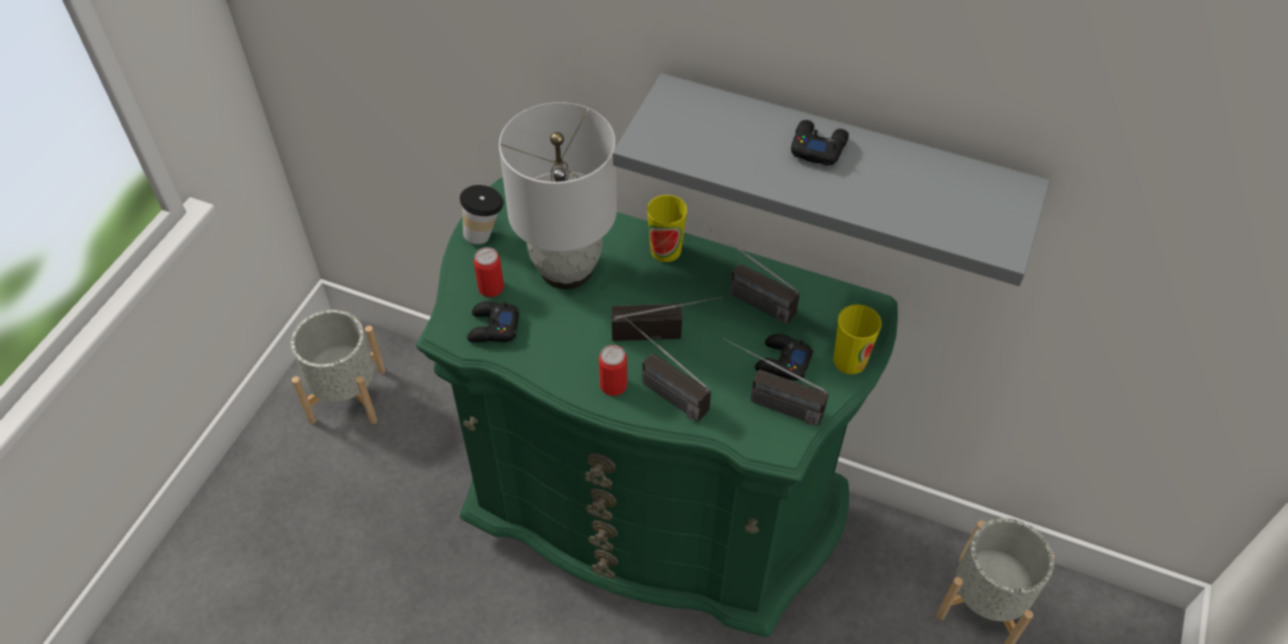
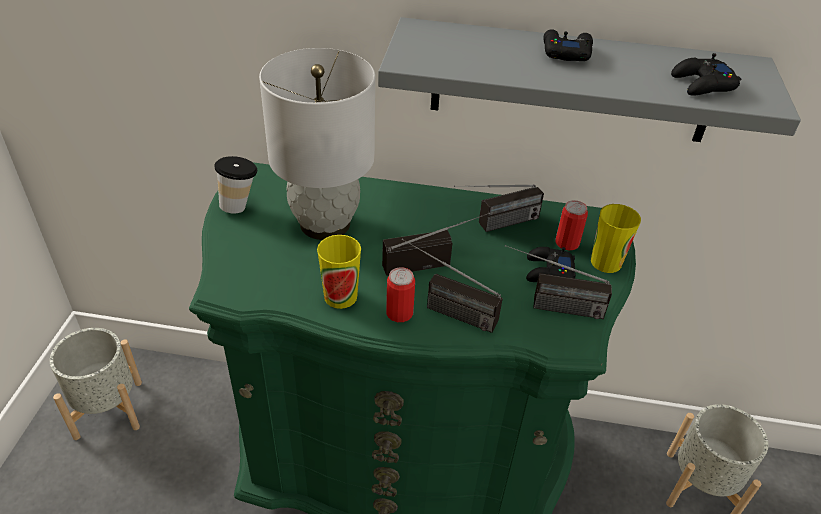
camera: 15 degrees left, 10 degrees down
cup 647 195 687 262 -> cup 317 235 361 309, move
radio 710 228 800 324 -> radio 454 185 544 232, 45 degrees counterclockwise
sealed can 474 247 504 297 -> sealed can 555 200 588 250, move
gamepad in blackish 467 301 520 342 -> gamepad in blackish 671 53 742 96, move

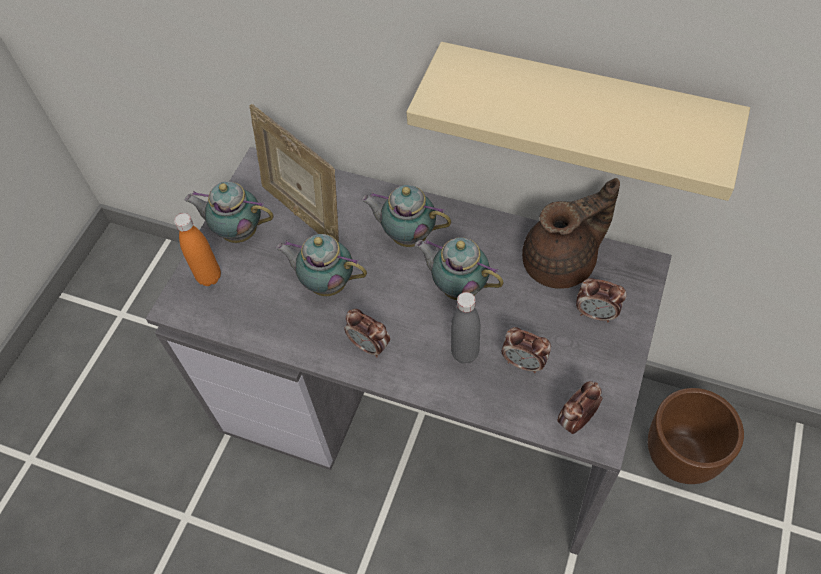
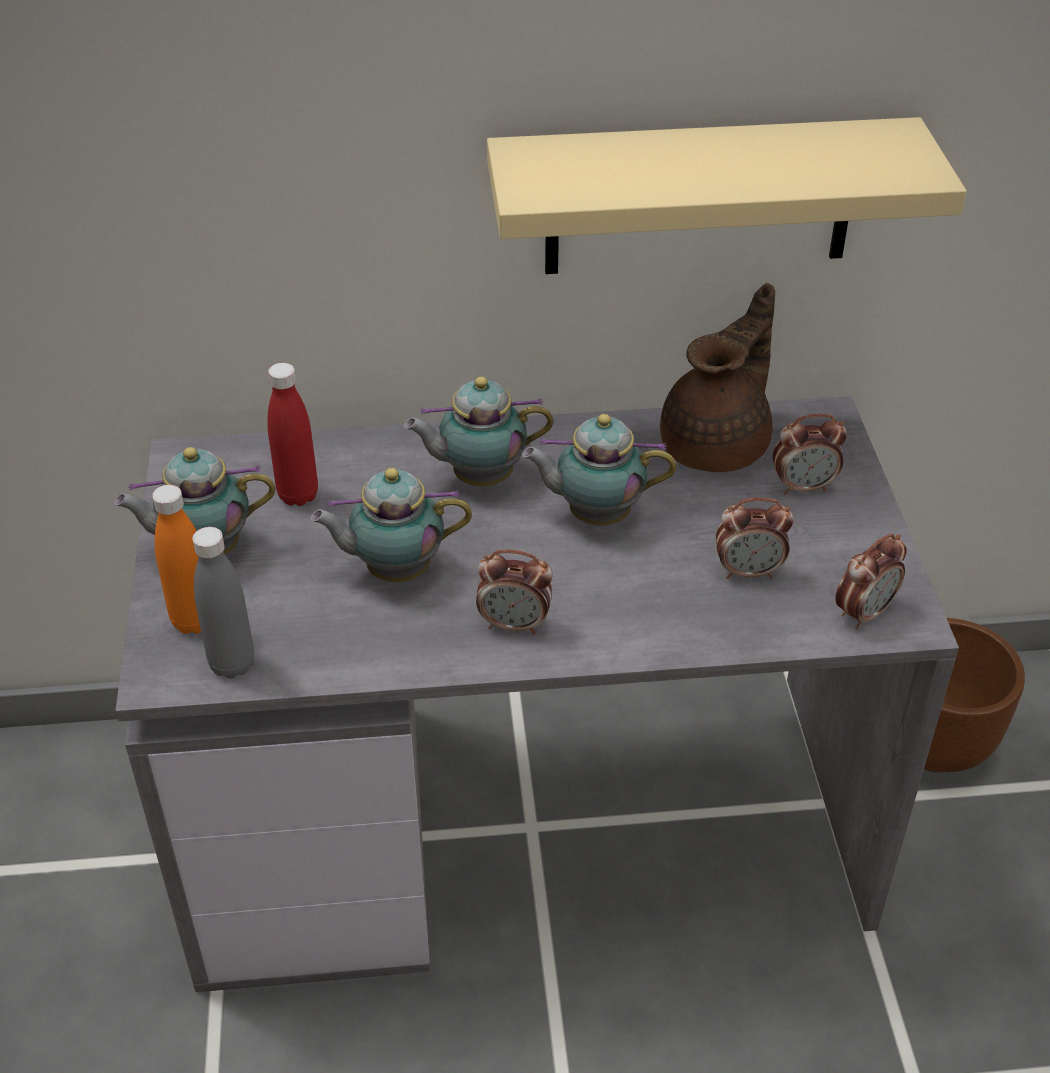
camera: 30 degrees left, 15 degrees down
photo frame 249 104 339 242 -> beverage bottle in reddish 267 363 318 506
beverage bottle in grey 451 292 480 363 -> beverage bottle in grey 192 527 254 678, move
alarm clock 557 381 602 434 -> alarm clock 835 533 907 630, 150 degrees counterclockwise

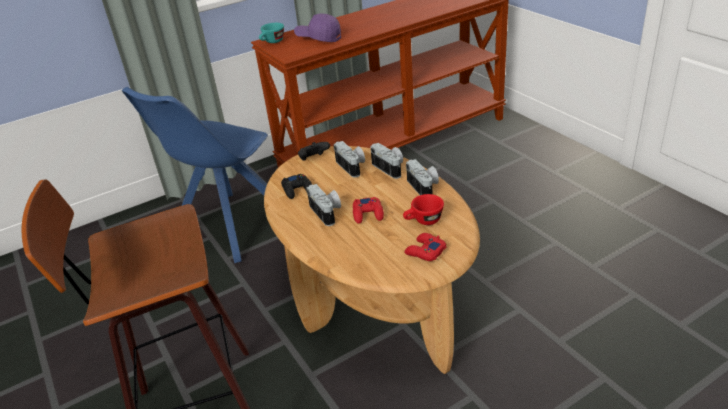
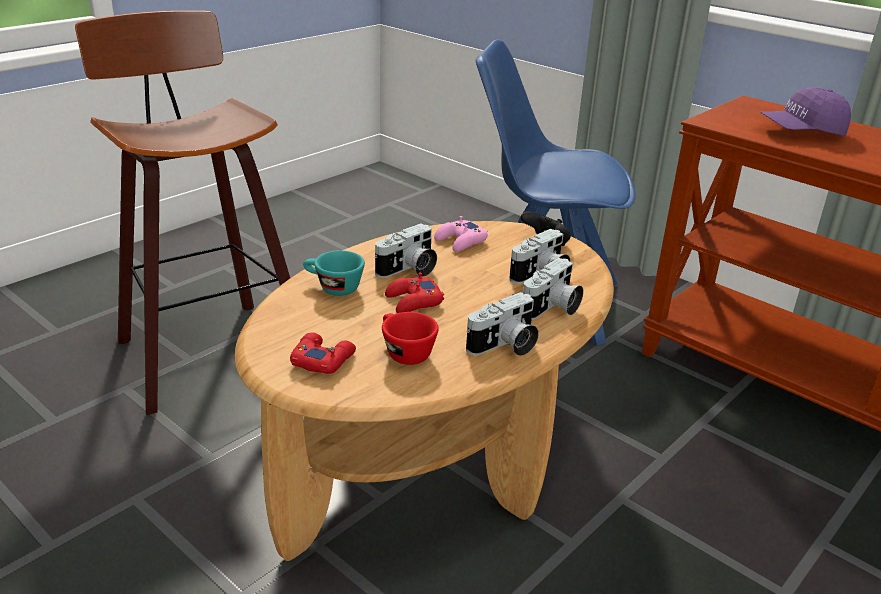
camera: 70 degrees right, 5 degrees down
peaked cap in purple 294 14 341 42 -> peaked cap in purple 760 87 851 136, 105 degrees counterclockwise
cup in blue-green 259 23 284 43 -> cup in blue-green 303 250 365 296, move
gamepad in blackish 281 174 312 199 -> gamepad in pinkish 434 216 488 252

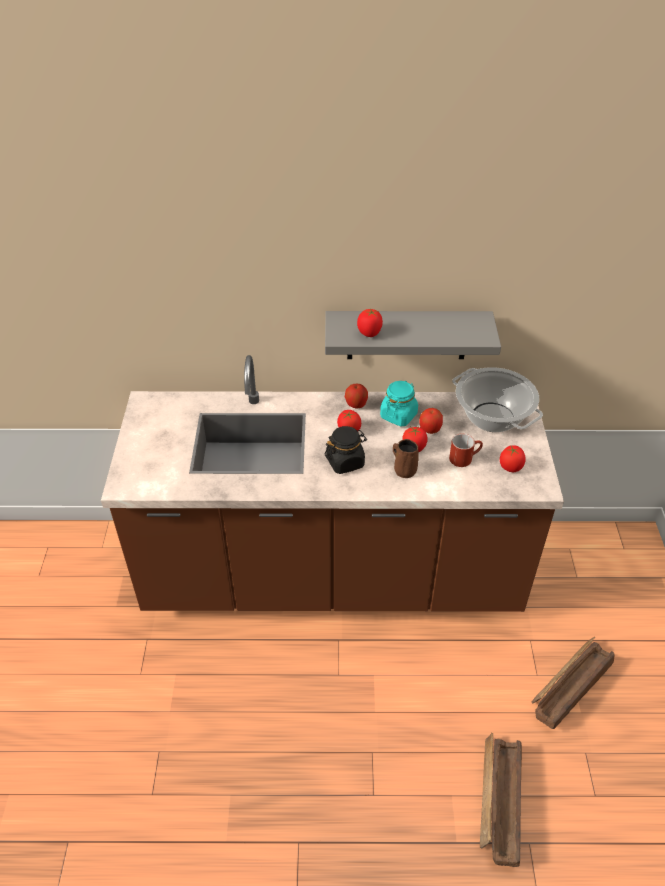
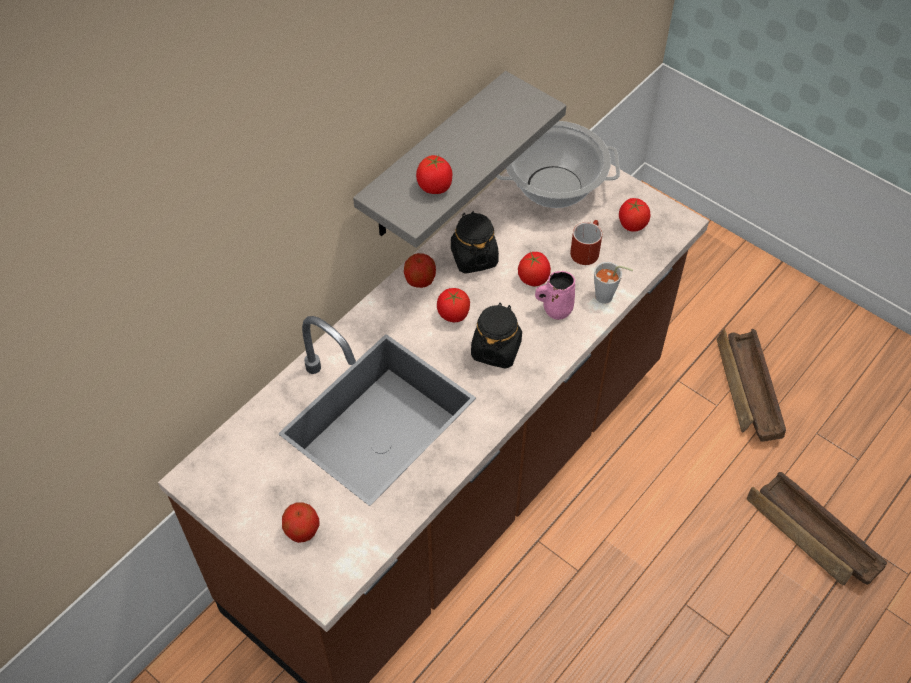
camera: 50 degrees left, 10 degrees up
jar in blue-green 380 381 418 427 -> jar in blackish 451 211 499 274
whole apple 419 408 443 434 -> whole apple 282 502 319 543, move
mug in brown-coloured 393 439 419 478 -> mug in pinkish 535 271 575 320
none -> cup in grey 594 262 633 304

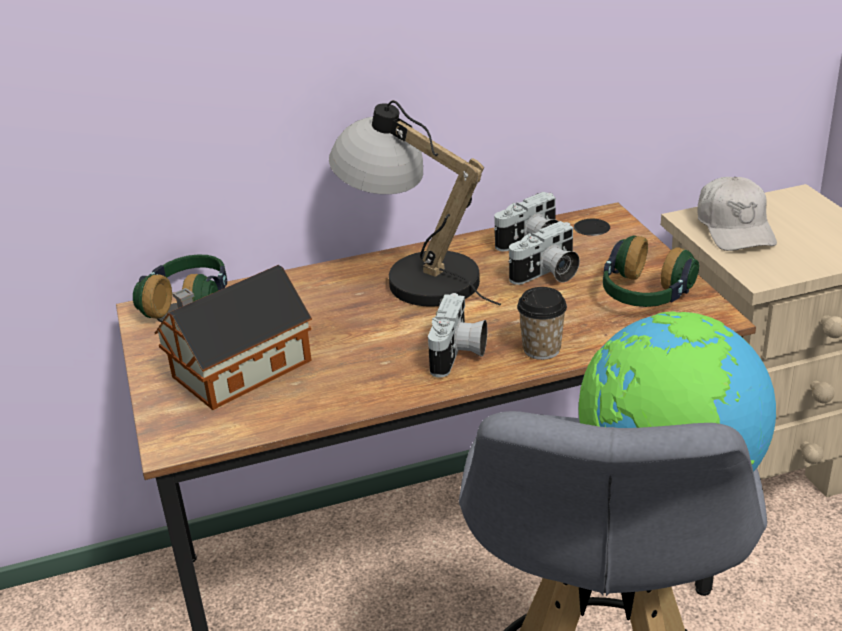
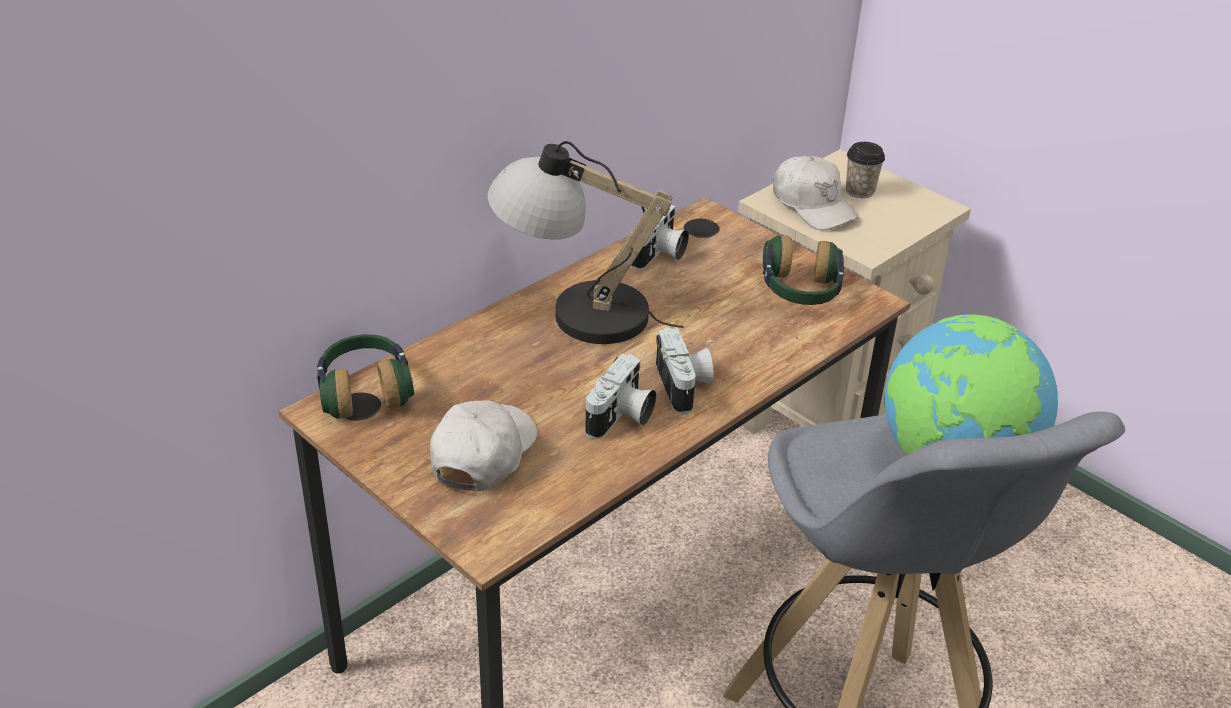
camera: 30 degrees left, 5 degrees up
photo camera 509 221 580 285 -> photo camera 585 354 657 439, move
miniature house 155 265 312 410 -> peaked cap in white 430 401 537 492
cup 517 287 567 360 -> cup 846 142 885 198, move

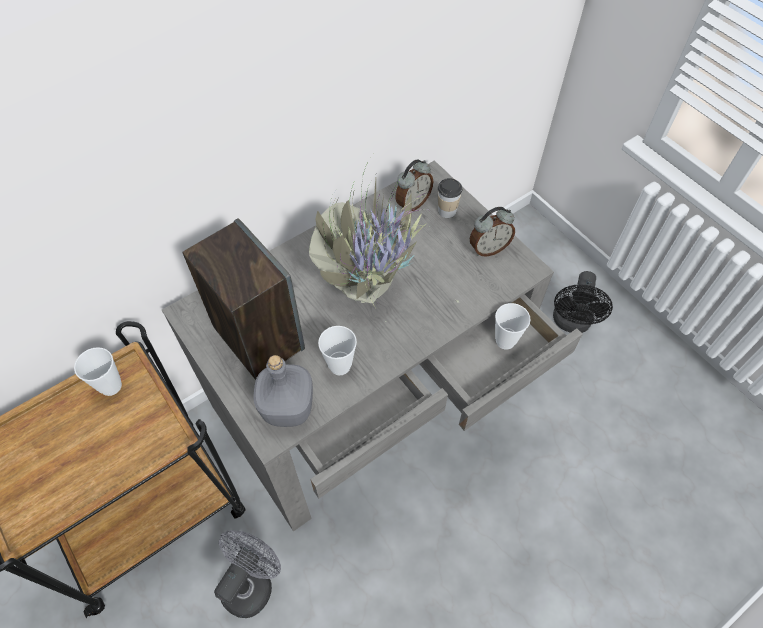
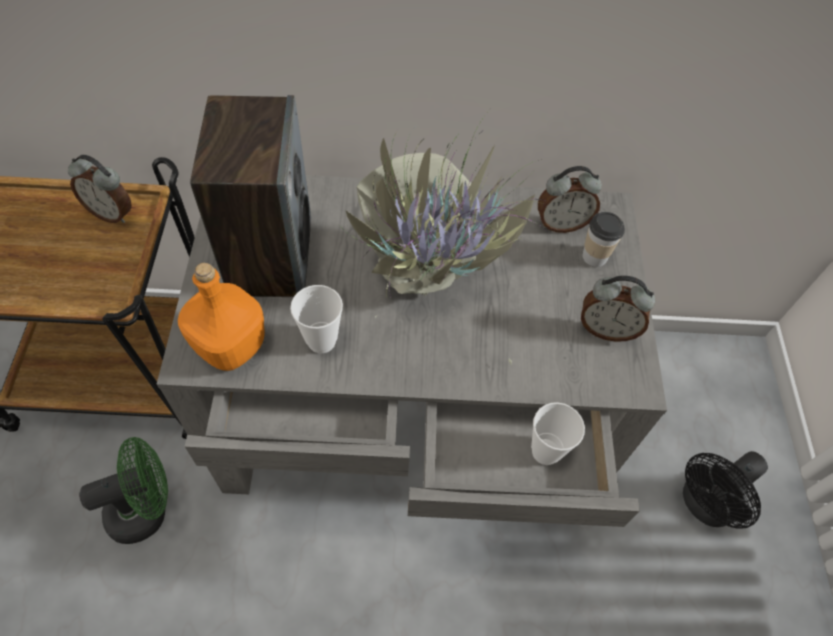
camera: 35 degrees right, 0 degrees up
cup 74 347 122 396 -> alarm clock 68 155 132 223
beverage bottle in grey 254 355 313 427 -> beverage bottle in orange 178 263 265 371
cooling fan in grey 214 530 281 618 -> cooling fan in greenish 79 437 168 544

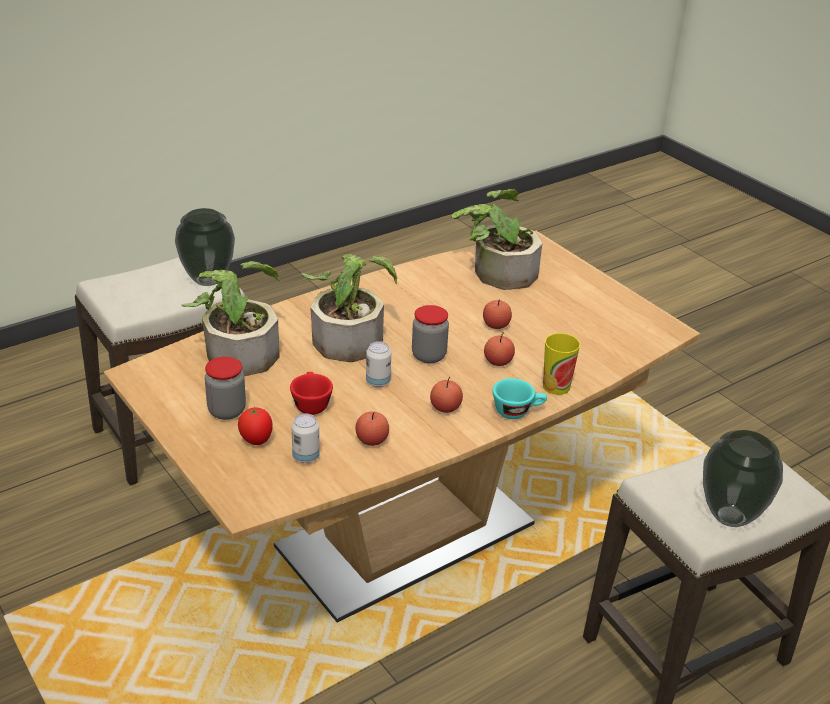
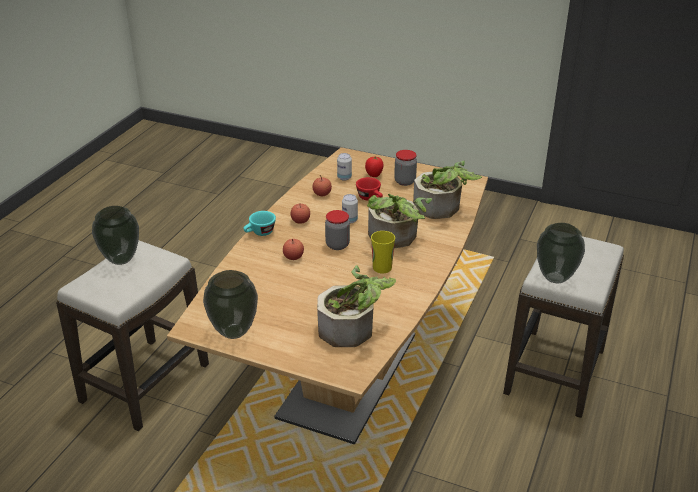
camera: 150 degrees right, 0 degrees up
whole apple 483 299 512 329 -> none
cup 543 333 580 395 -> cup 371 231 395 273, move
none -> flower vase 203 270 258 339

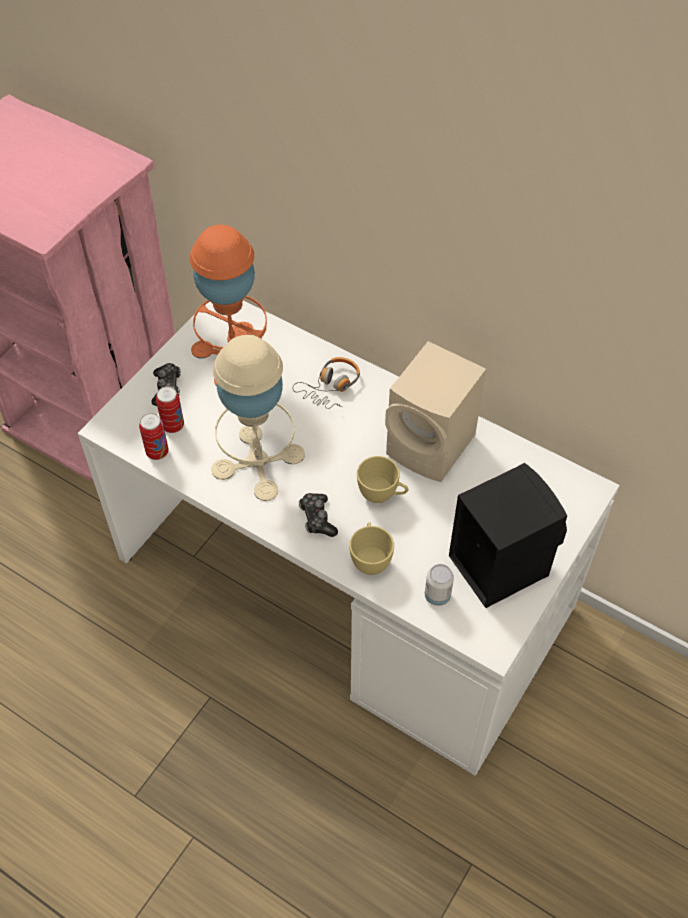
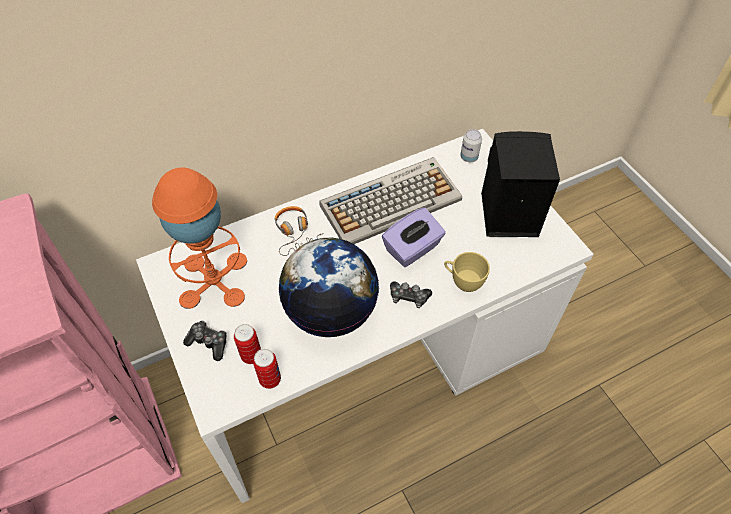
camera: 60 degrees left, 0 degrees up
tabletop lamp in beige-coloured 211 335 305 501 -> world globe 279 238 379 337
loudspeaker in beige-coloured 385 341 486 482 -> keyboard 319 157 462 244
cup in yellow 357 456 408 503 -> tissue box in purple 382 207 446 267
sealed can 425 564 454 606 -> sealed can 460 129 482 162, move

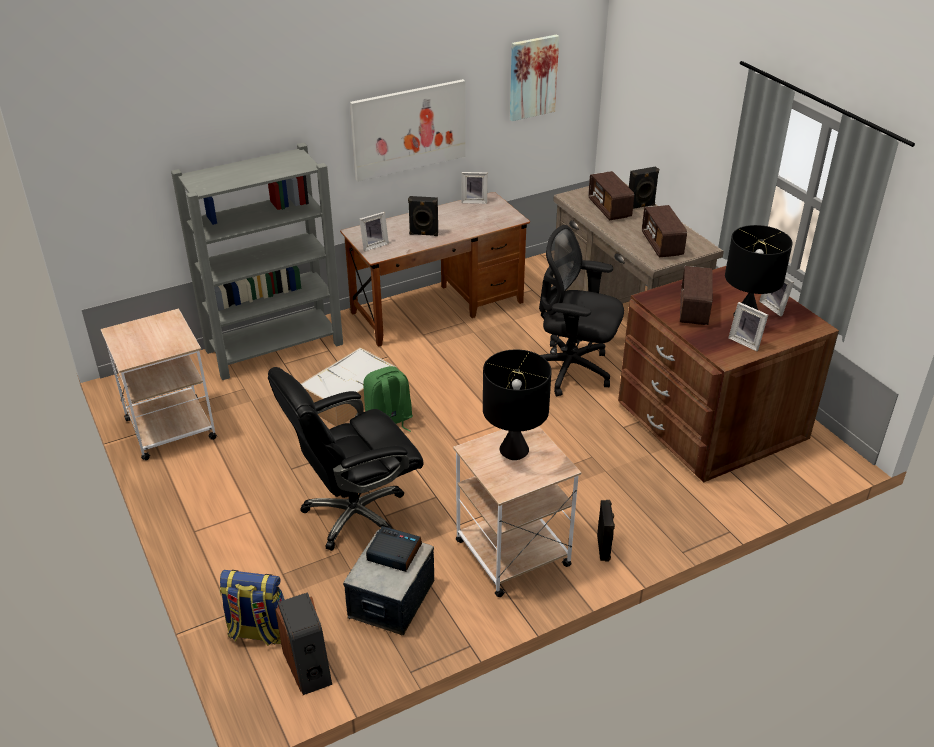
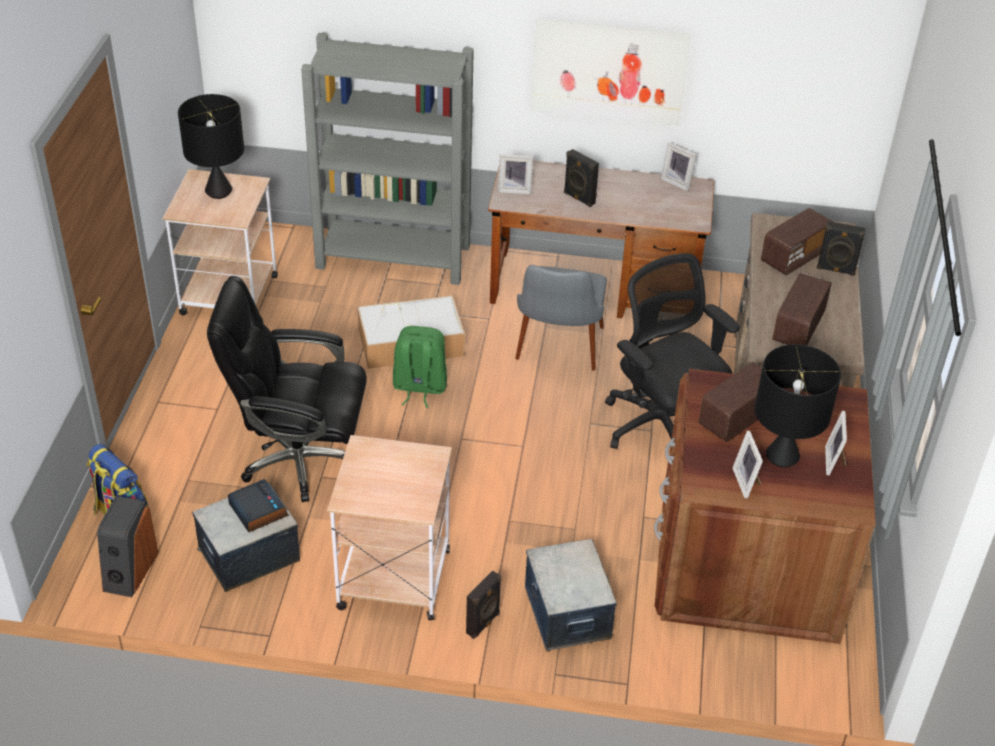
camera: 35 degrees right, 5 degrees up
wall picture 510 34 559 121 -> none
radio 588 171 634 220 -> radio 761 208 833 275, 150 degrees counterclockwise
tabletop lamp in blackish 483 349 552 460 -> tabletop lamp in blackish 178 94 244 199, move
none -> plain chair in grey 515 265 607 371
none -> storage bin 525 539 617 652

